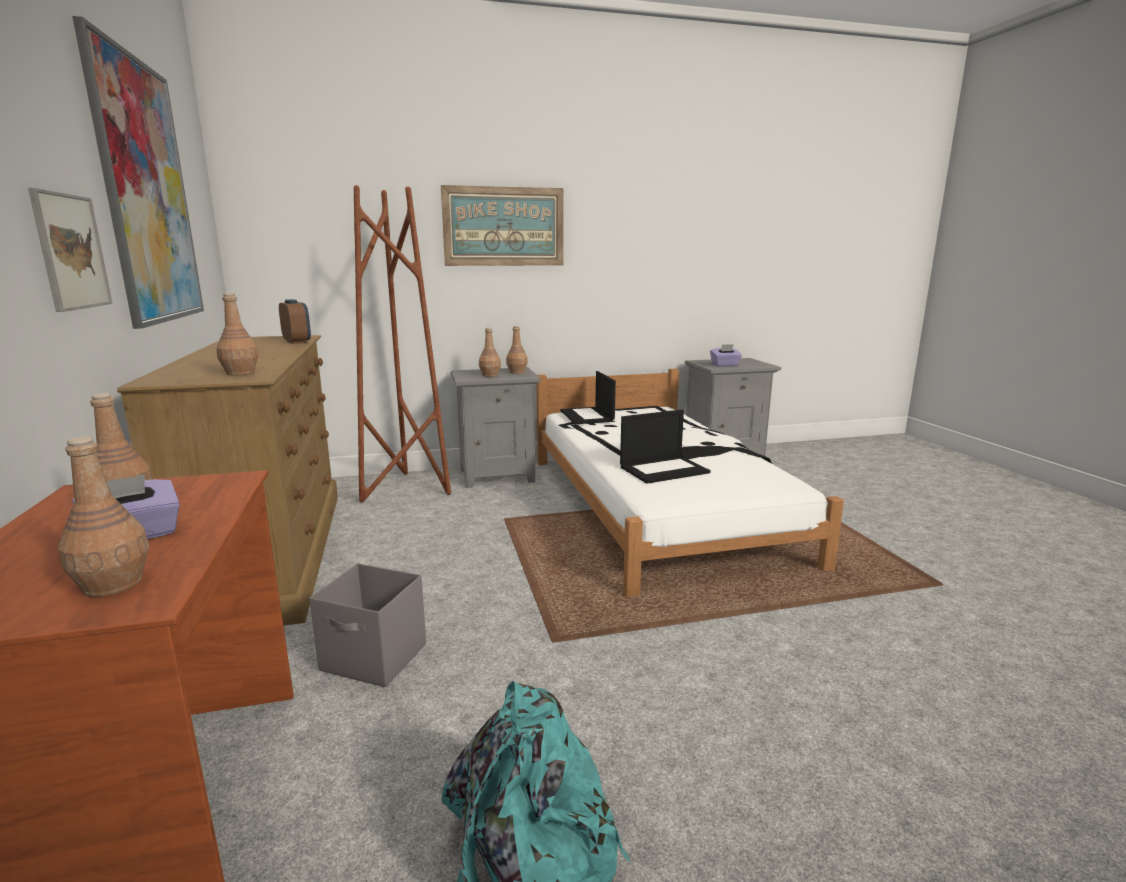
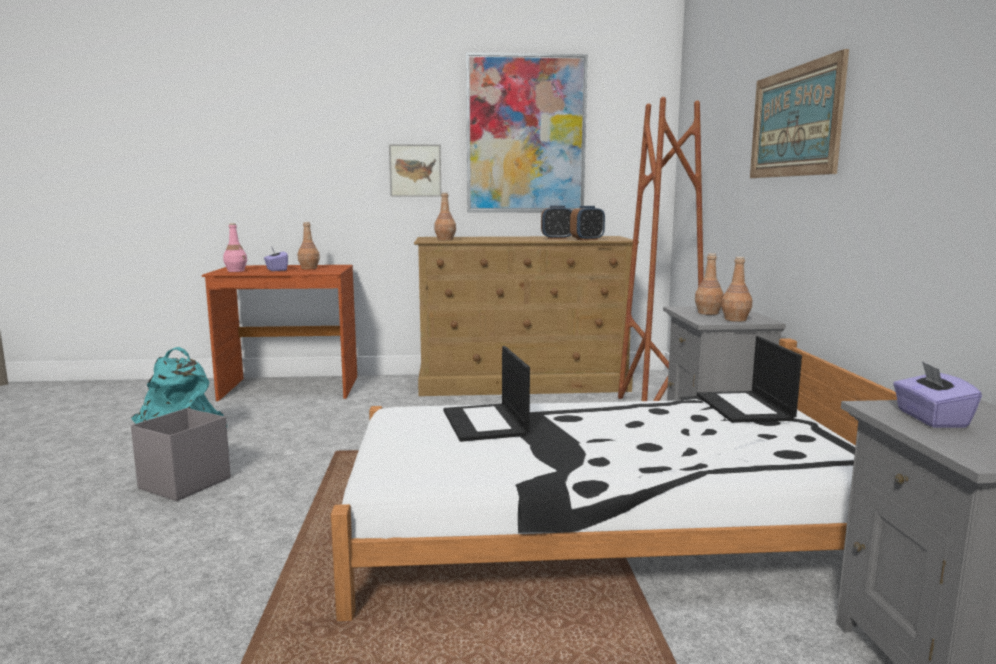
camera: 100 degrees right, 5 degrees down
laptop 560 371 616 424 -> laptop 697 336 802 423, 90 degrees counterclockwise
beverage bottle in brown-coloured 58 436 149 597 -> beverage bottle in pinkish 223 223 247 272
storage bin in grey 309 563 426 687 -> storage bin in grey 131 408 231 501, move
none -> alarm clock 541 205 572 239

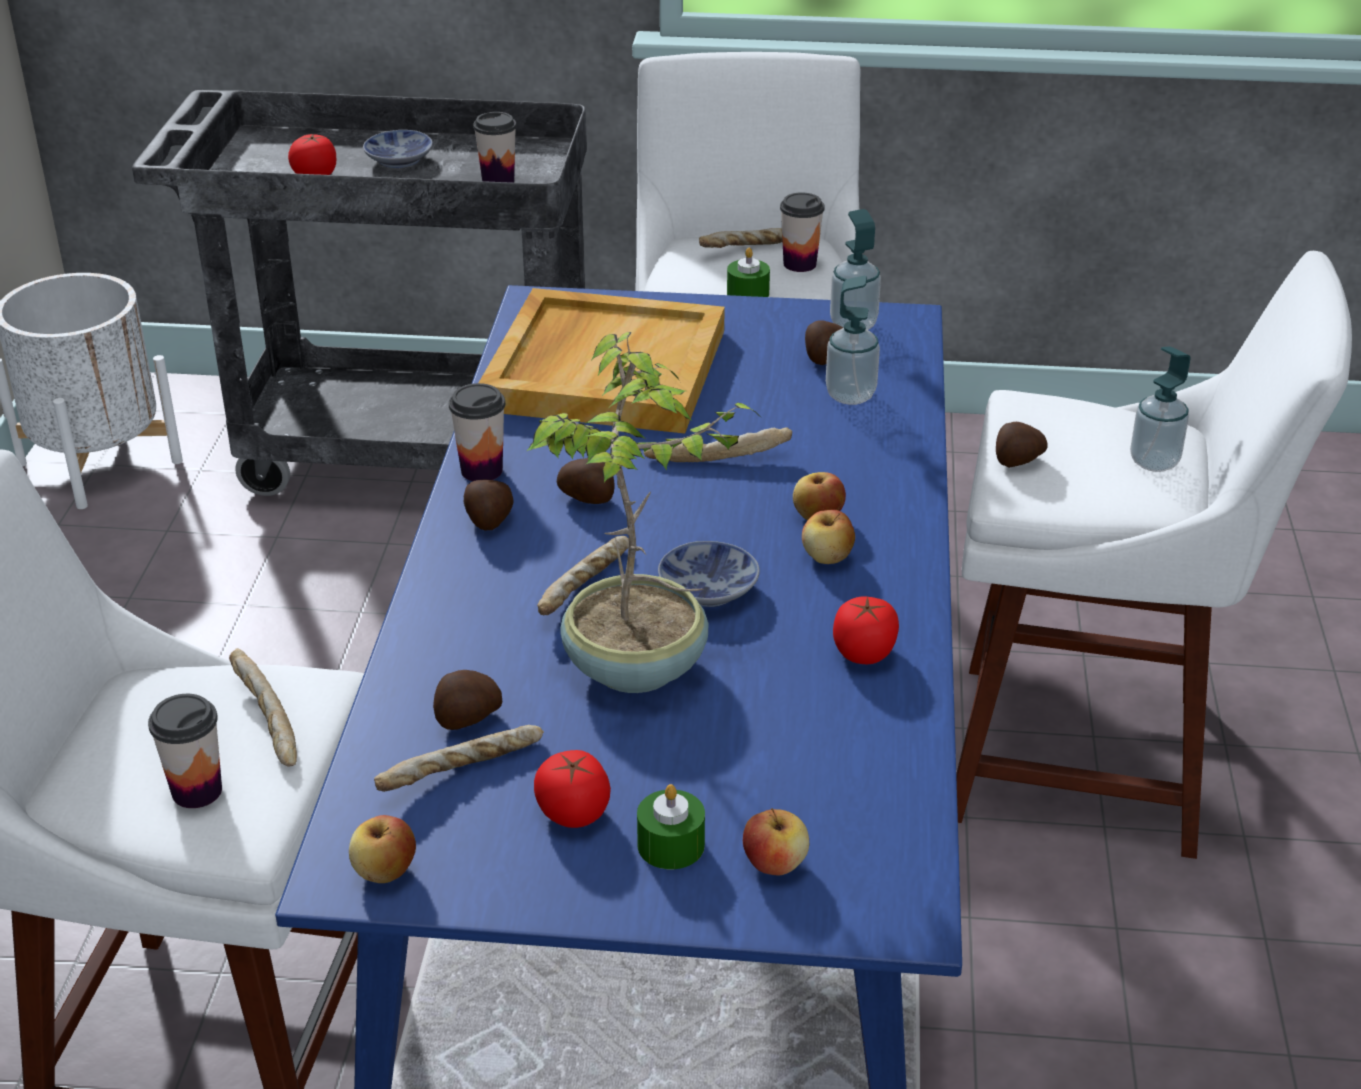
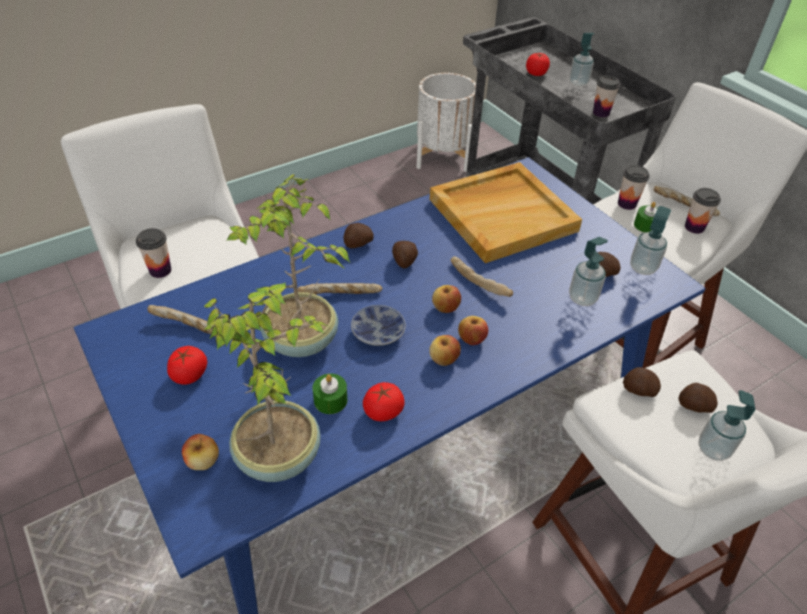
camera: 50 degrees right, 10 degrees up
bowl 363 130 433 168 -> liquid soap bottle 569 33 594 87
cup 449 383 505 481 -> cup 618 165 650 210, move
baked bread 229 648 297 766 -> none
potato 433 670 502 730 -> potato 678 383 718 413, move
candle in greenish 637 784 705 869 -> candle in greenish 313 374 347 414, move
whole apple 349 815 416 883 -> whole apple 432 285 461 313, move
none -> houseplant 204 283 328 482

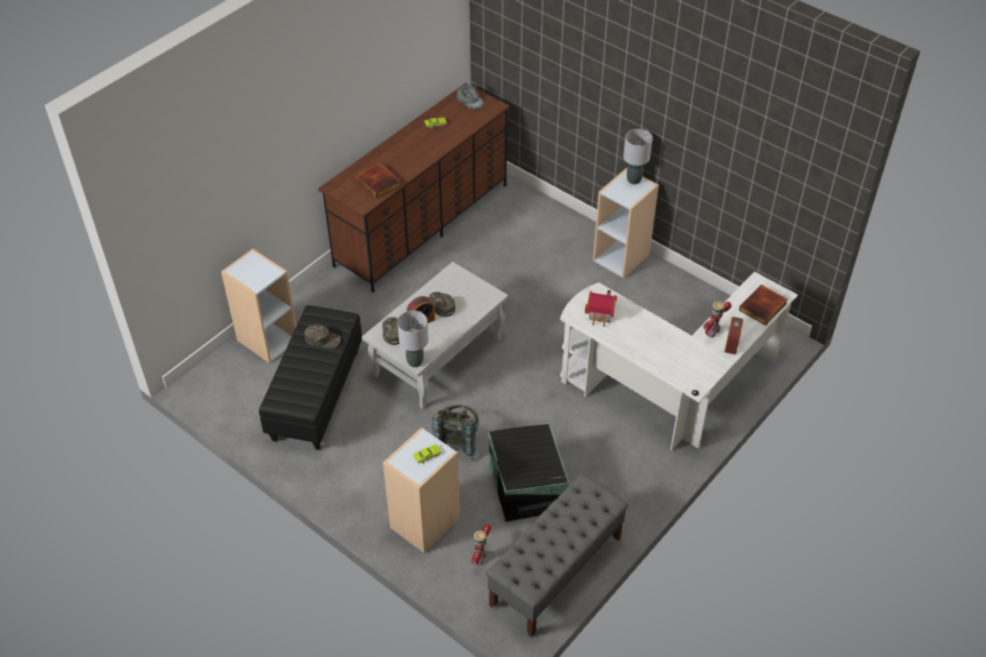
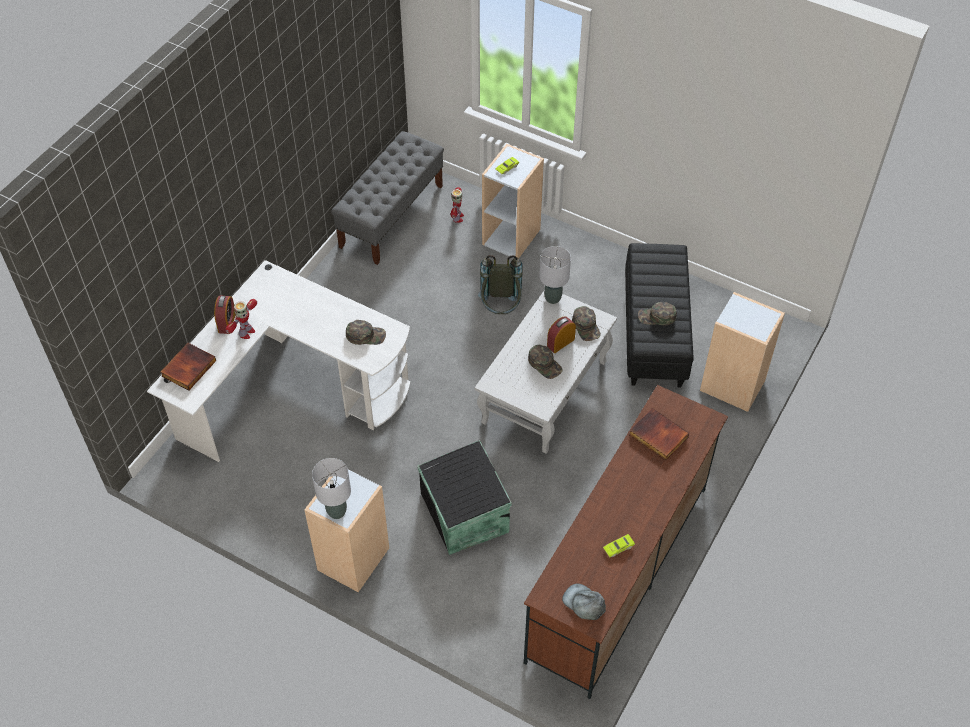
camera: 170 degrees right, 5 degrees up
miniature house 585 290 617 327 -> peaked cap in greenish 346 320 386 345
storage bin in blackish 488 424 569 522 -> storage bin in blackish 417 440 512 555, move

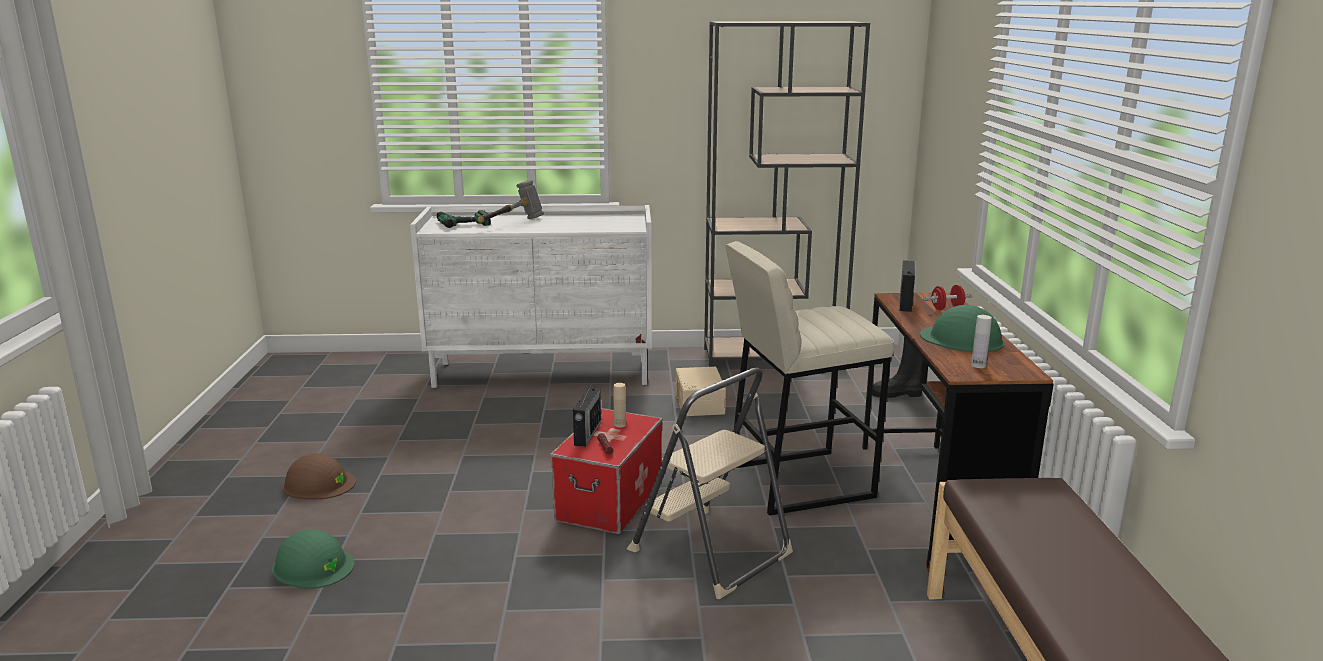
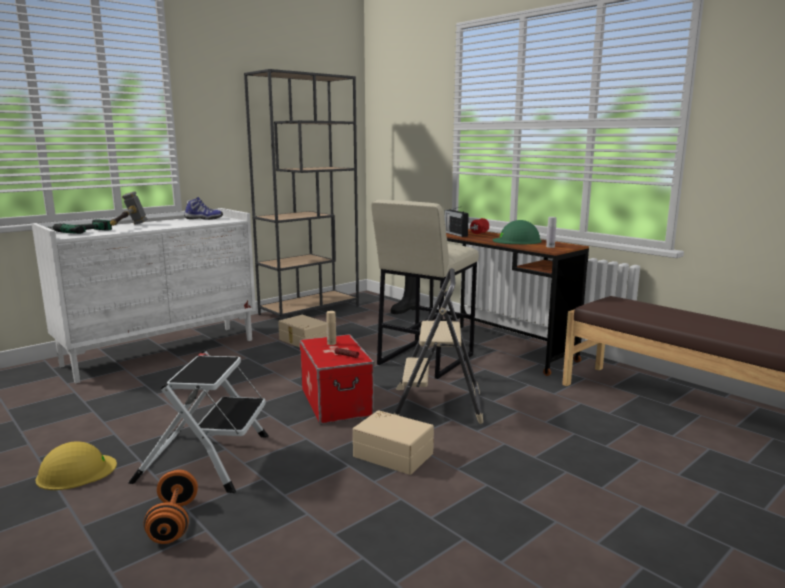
camera: 40 degrees left, 5 degrees down
radio 573 381 601 447 -> none
hard hat in brown-coloured 282 453 356 499 -> hard hat in yellow 36 441 117 490
hard hat in greenish 272 529 354 589 -> dumbbell in orange 144 470 198 544
none -> shoe 184 197 223 220
none -> stepladder 128 350 269 493
none -> storage bin in beige-coloured 353 410 434 475

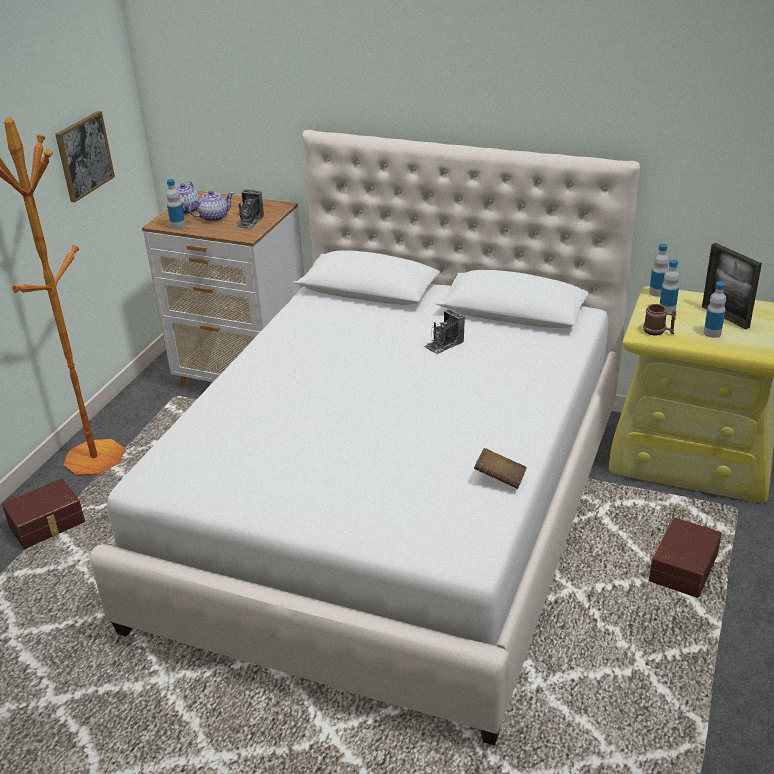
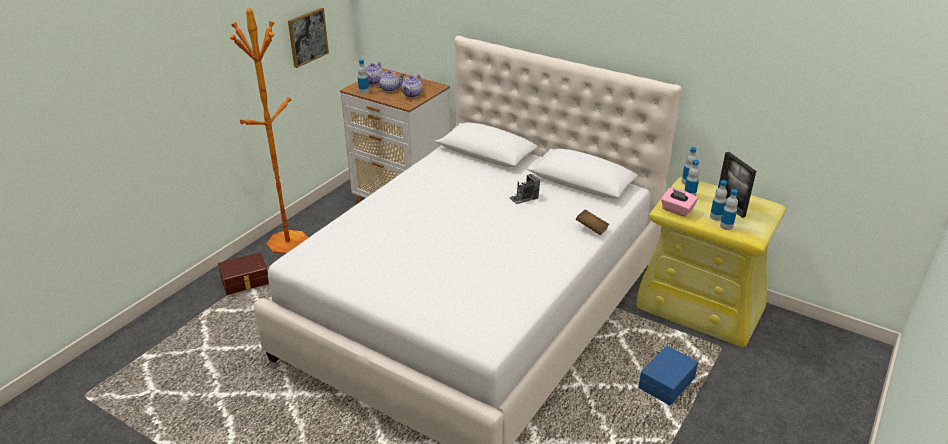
camera: 10 degrees right, 0 degrees up
photo camera 235 189 264 229 -> teapot 402 74 422 98
mug 643 304 676 336 -> tissue box in pinkish 661 188 698 217
book in brown-coloured 474 448 527 489 -> book in brown-coloured 576 209 609 235, move
storage bin in brown-coloured 649 517 722 598 -> storage bin in blue-coloured 638 346 698 405
none -> beverage bottle 720 189 738 230

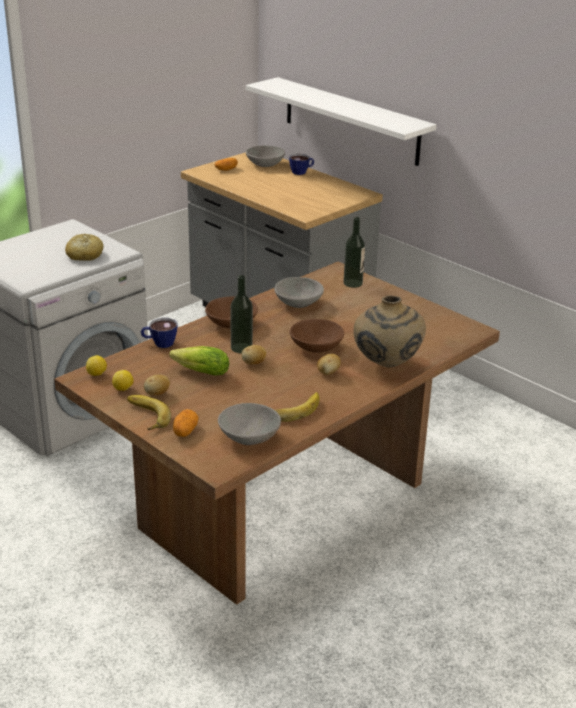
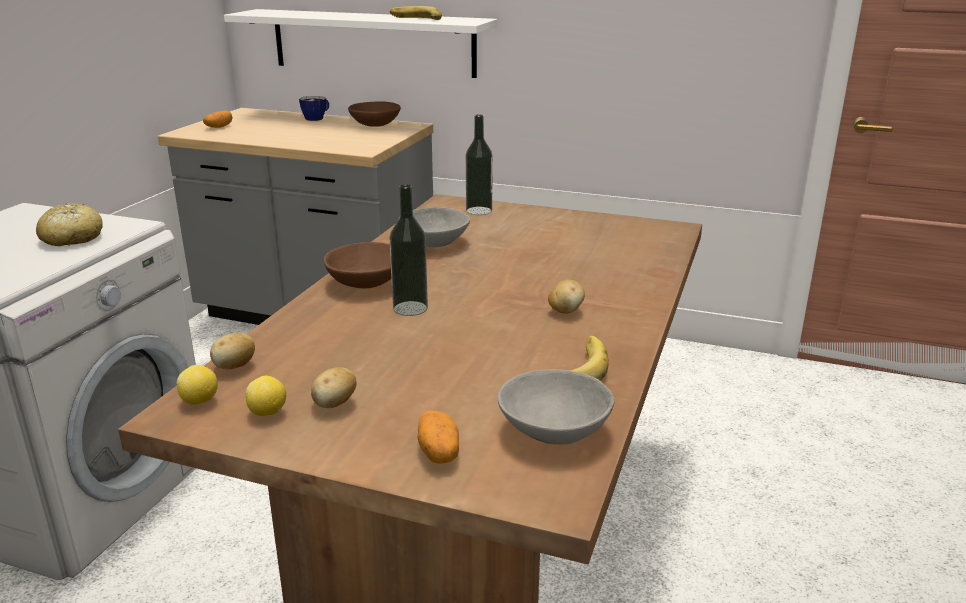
camera: 25 degrees left, 5 degrees down
bowl in grey 246 146 285 167 -> none
flower vase in beige-coloured 353 295 426 368 -> none
cup 141 318 178 348 -> none
bowl in brown-coloured 289 319 344 353 -> bowl in brown-coloured 348 101 401 127, move
potato 241 345 266 364 -> potato 210 333 255 369, move
head of lettuce 169 346 230 376 -> none
whole banana 127 395 171 430 -> whole banana 390 6 442 20, move

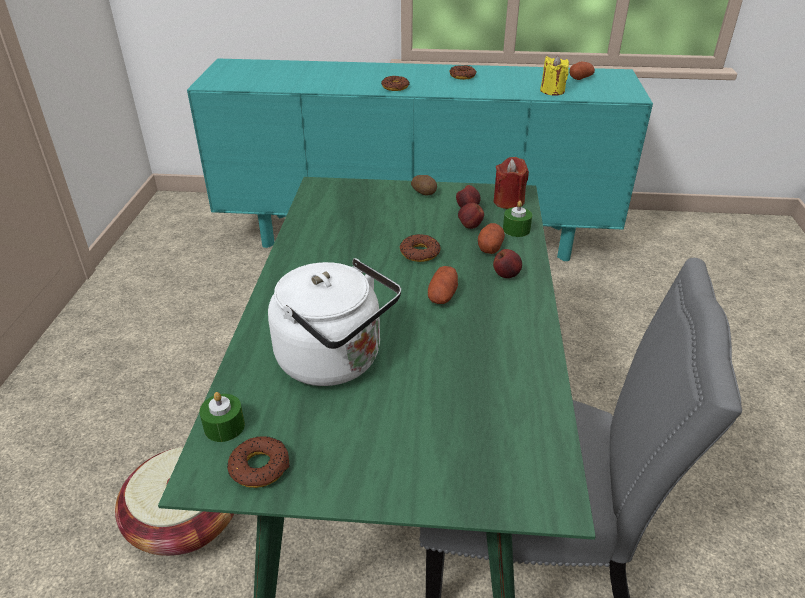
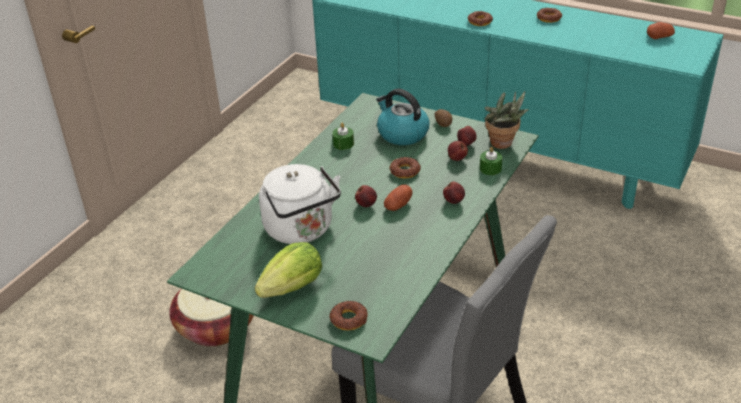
camera: 25 degrees right, 0 degrees up
candle in yellow 540 55 569 96 -> none
candle in reddish 493 157 529 209 -> houseplant 484 91 529 149
potato 478 223 505 254 -> none
candle in greenish 199 392 245 442 -> candle in greenish 332 123 354 150, move
donut 227 436 290 488 -> donut 329 301 368 331, move
none -> water kettle 376 88 430 145
none -> whole apple 355 185 377 207
none -> head of lettuce 255 242 322 298

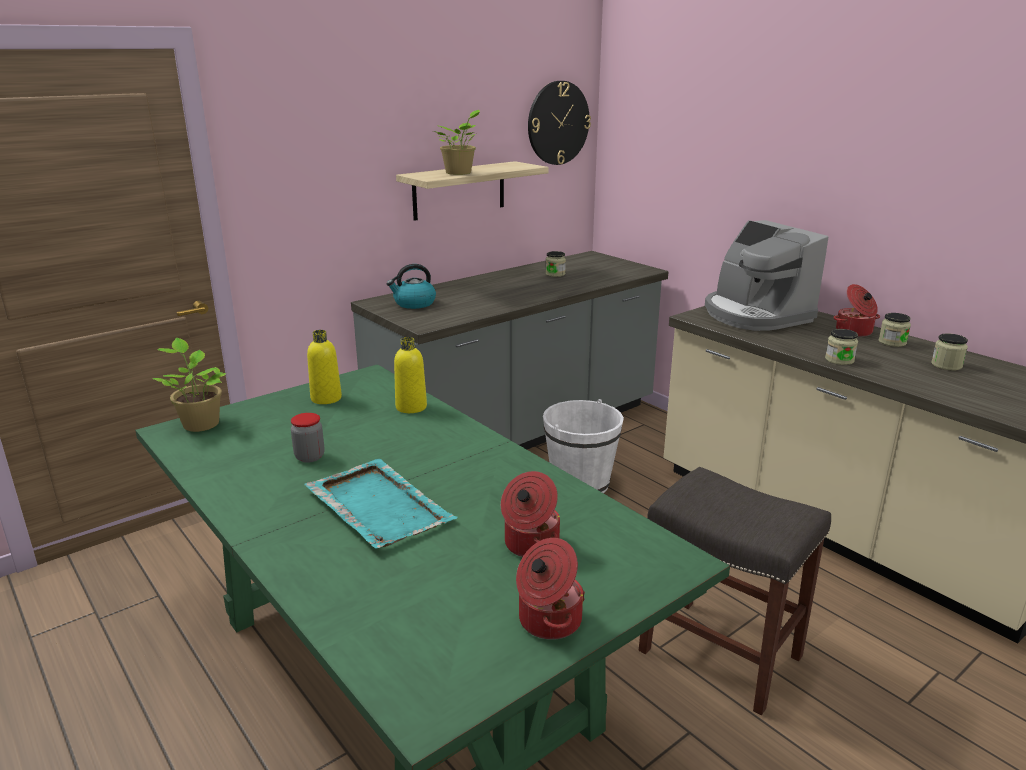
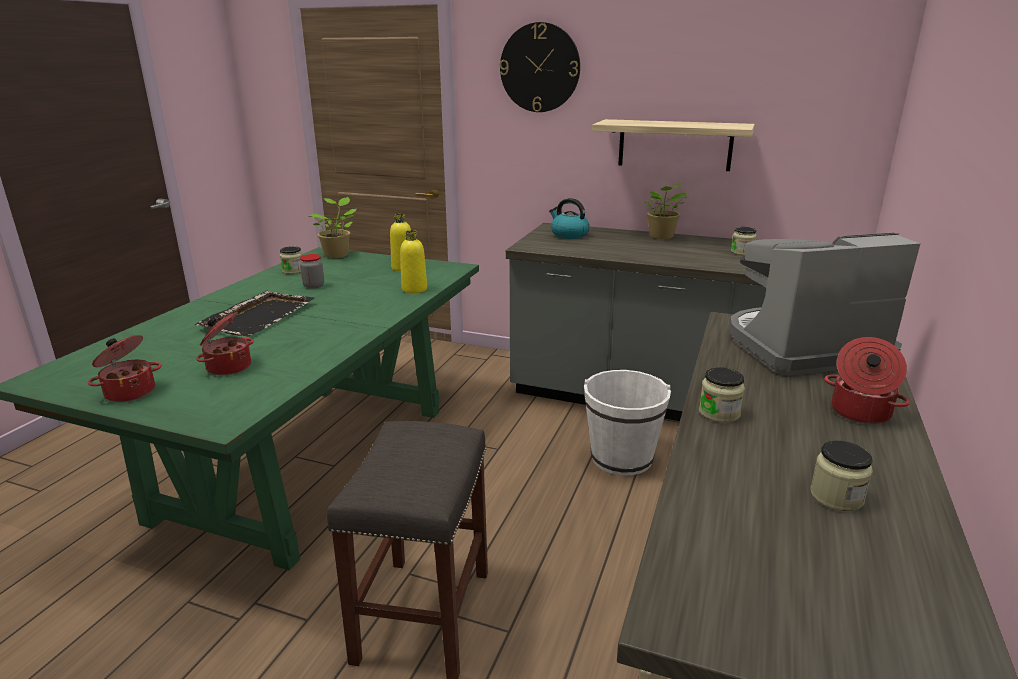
camera: 60 degrees right, 0 degrees up
wall clock 528 81 591 165 -> wall clock 500 22 580 112, move
houseplant 433 110 480 175 -> houseplant 643 183 690 239, move
coffee maker 705 220 829 331 -> coffee maker 729 233 920 376, 45 degrees clockwise
jar 879 313 911 347 -> jar 280 246 302 274, move
tray in blue-green 304 459 457 548 -> tray in blackish 195 291 315 337

